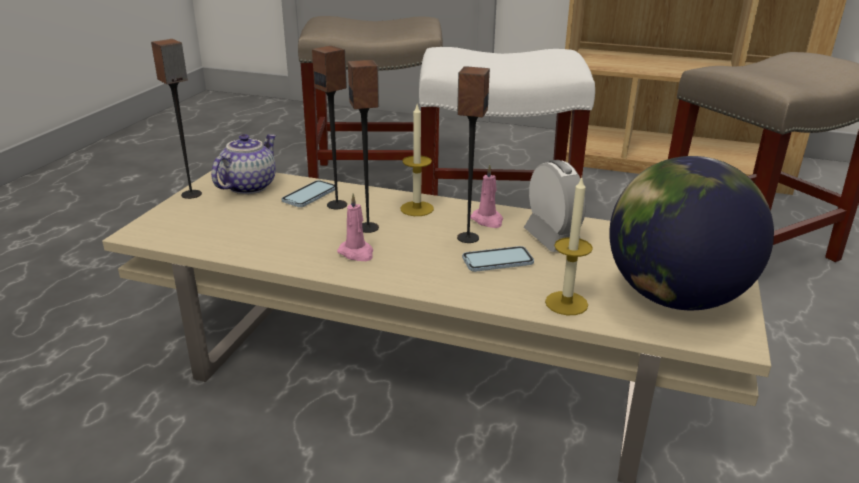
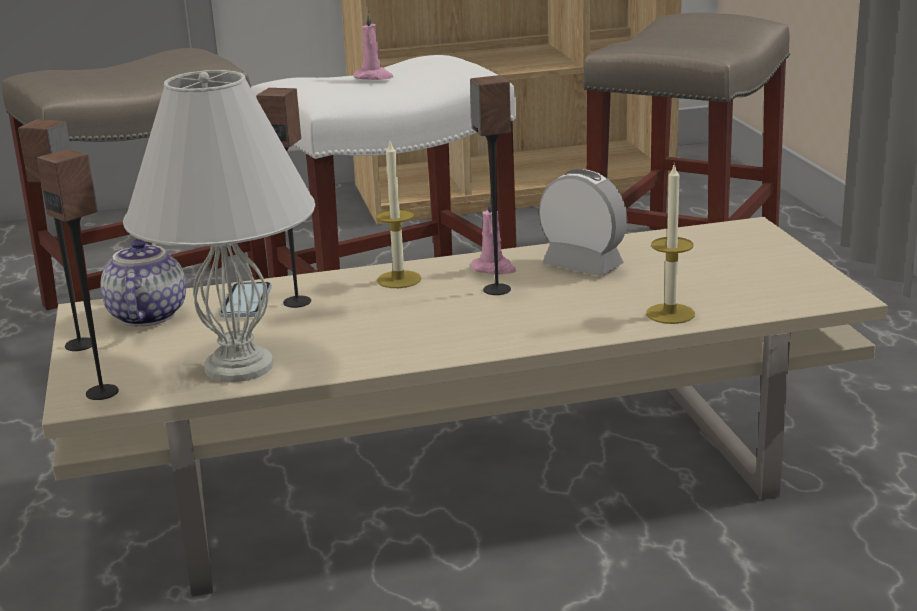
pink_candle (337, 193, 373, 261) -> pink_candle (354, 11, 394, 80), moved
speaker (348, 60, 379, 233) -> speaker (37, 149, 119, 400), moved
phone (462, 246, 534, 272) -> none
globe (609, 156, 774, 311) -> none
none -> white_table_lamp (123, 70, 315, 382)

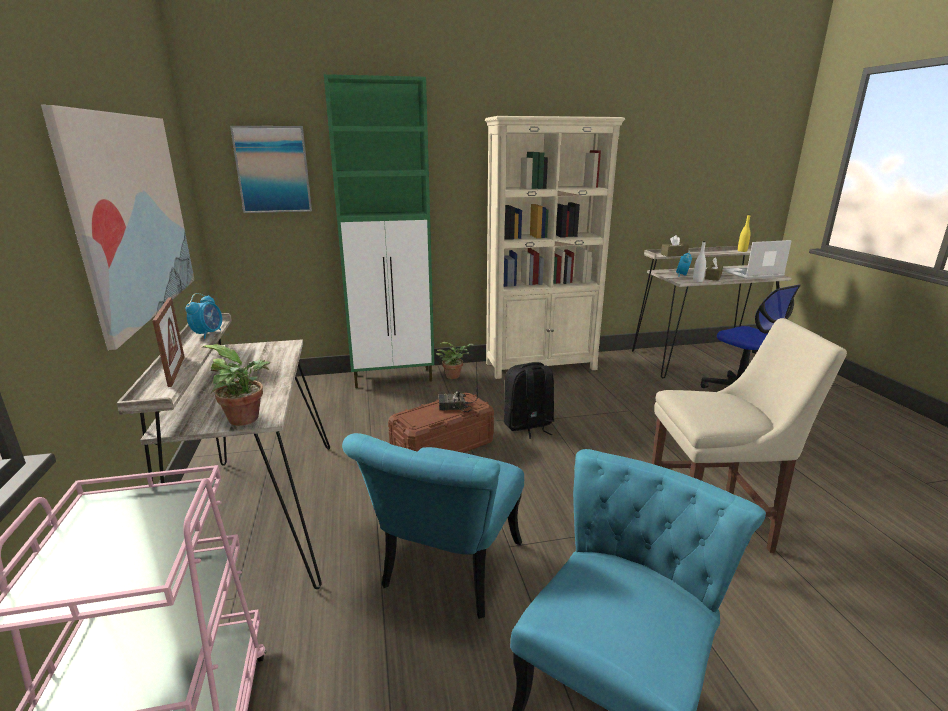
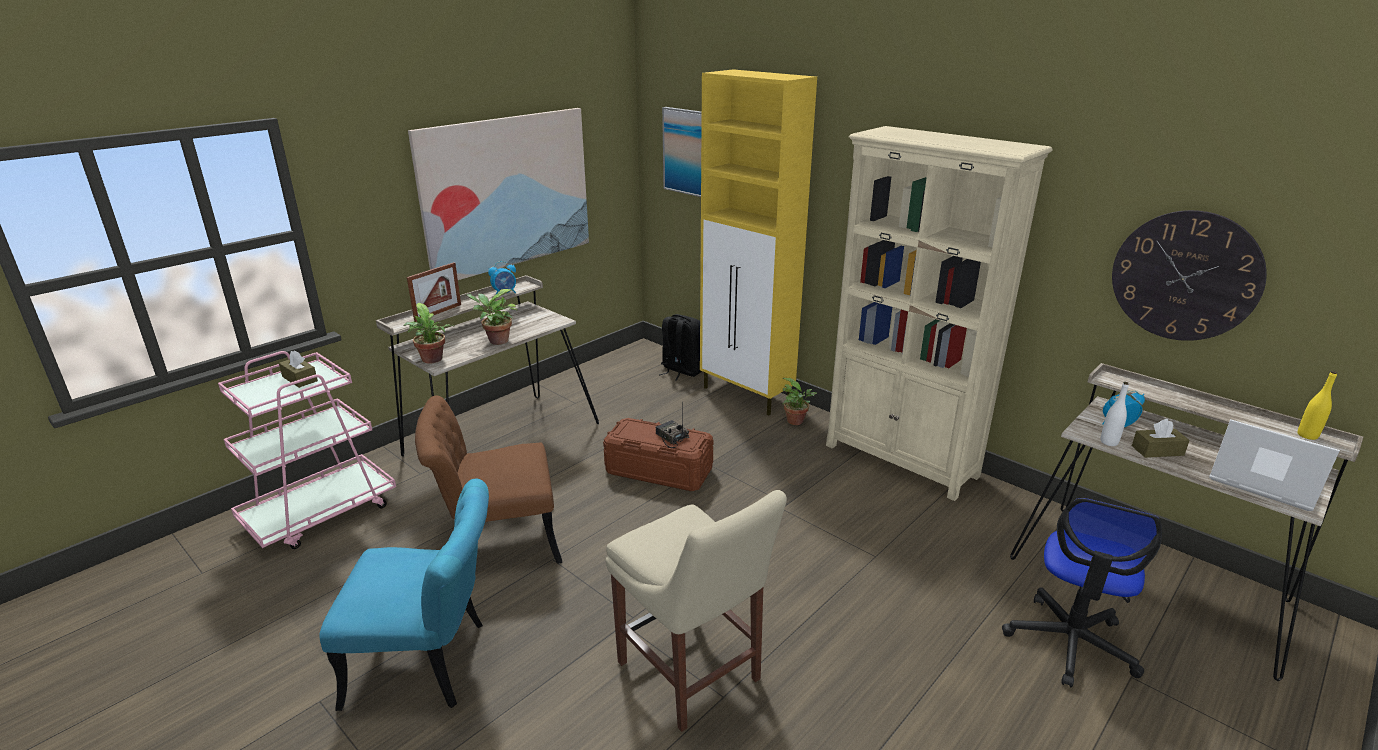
green_cabinet (324, 74, 435, 388) -> yellow_cabinet (700, 69, 817, 415)
turquoise_chair (342, 433, 524, 619) -> brown_chair (415, 396, 562, 564)
black_backpack (504, 362, 554, 439) -> black_backpack (659, 314, 702, 381), moved
brown_tissue_box (661, 235, 689, 257) -> brown_tissue_box (279, 350, 318, 388), moved
none -> potted_plant (467, 289, 518, 345)
none -> wall_clock (1112, 210, 1267, 341)

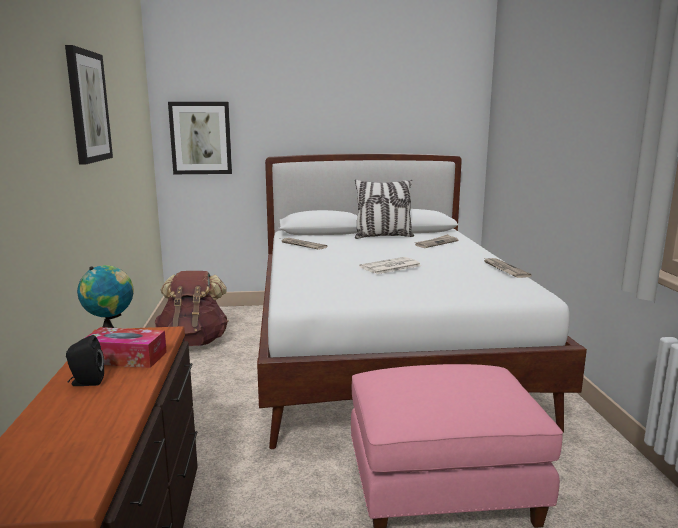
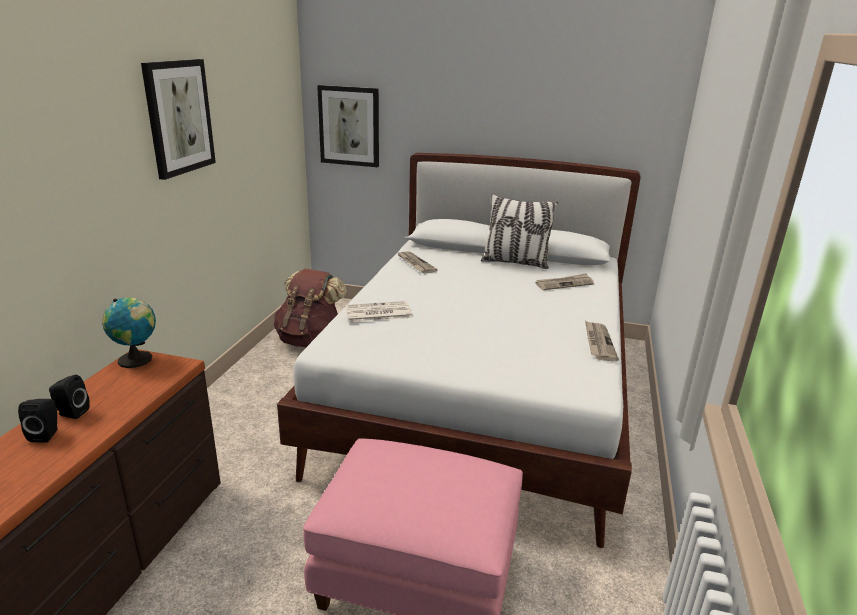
tissue_box (83, 327, 167, 368) -> none
newspaper (359, 257, 421, 274) -> newspaper (345, 301, 413, 322), moved
none -> black_speaker (18, 399, 58, 443)

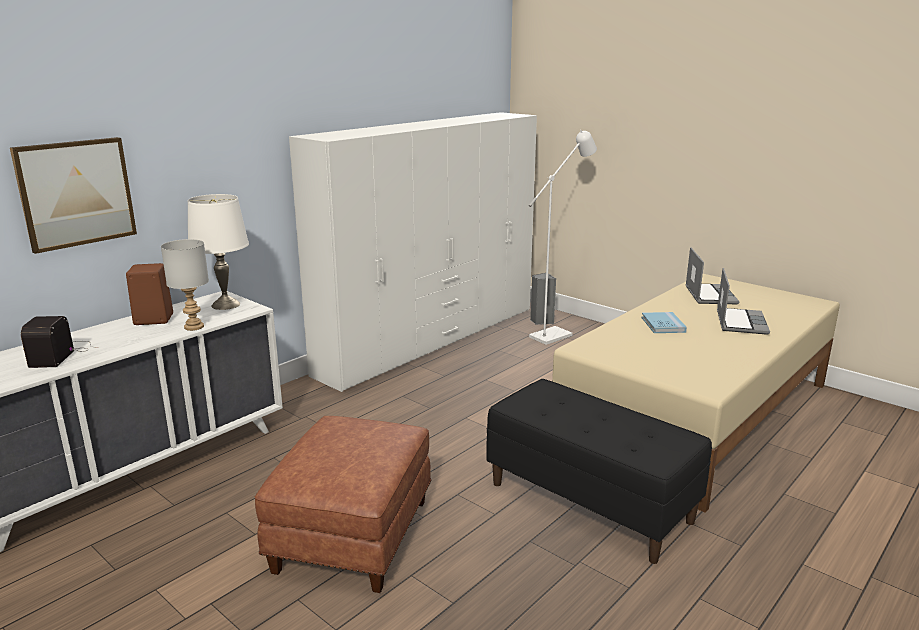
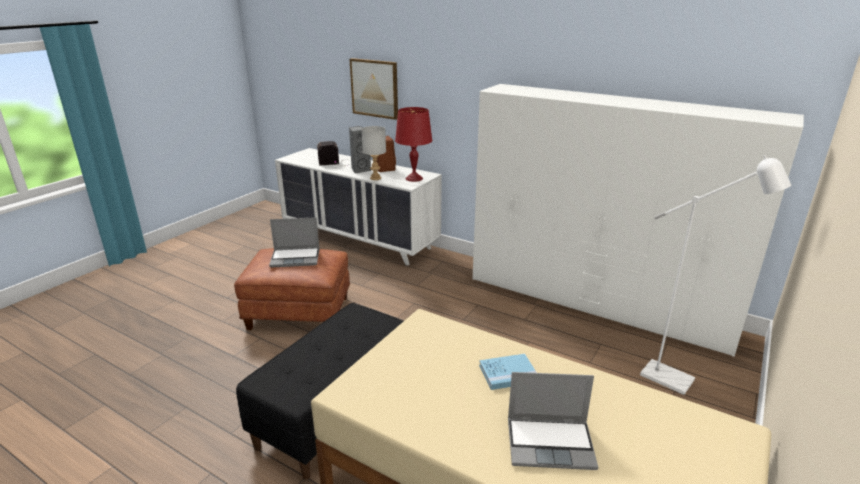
white_table_lamp (188, 194, 249, 310) -> red_table_lamp (395, 107, 432, 182)
grey_speaker (530, 273, 556, 325) -> grey_speaker (349, 126, 371, 173), moved
laptop (685, 247, 740, 304) -> laptop (269, 217, 320, 268), moved

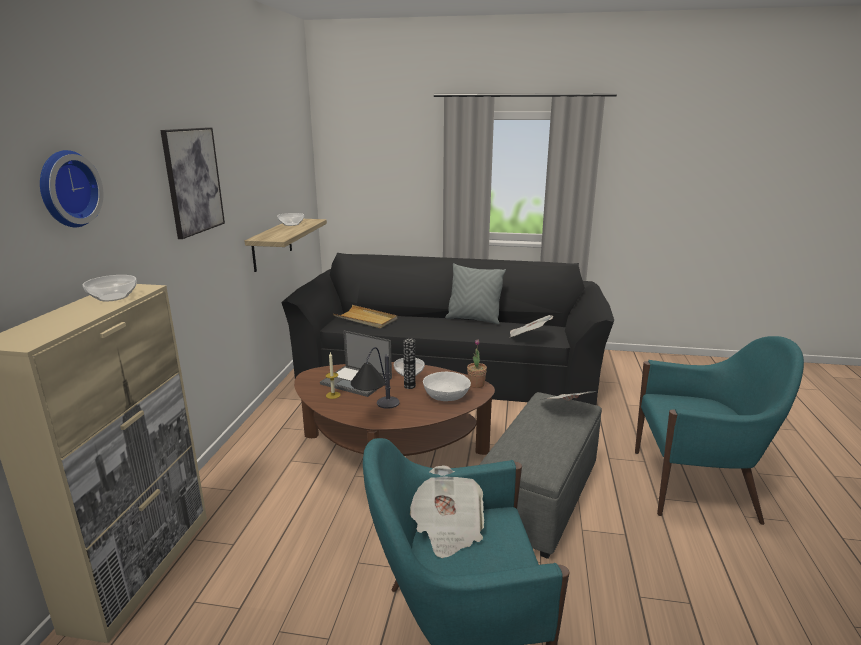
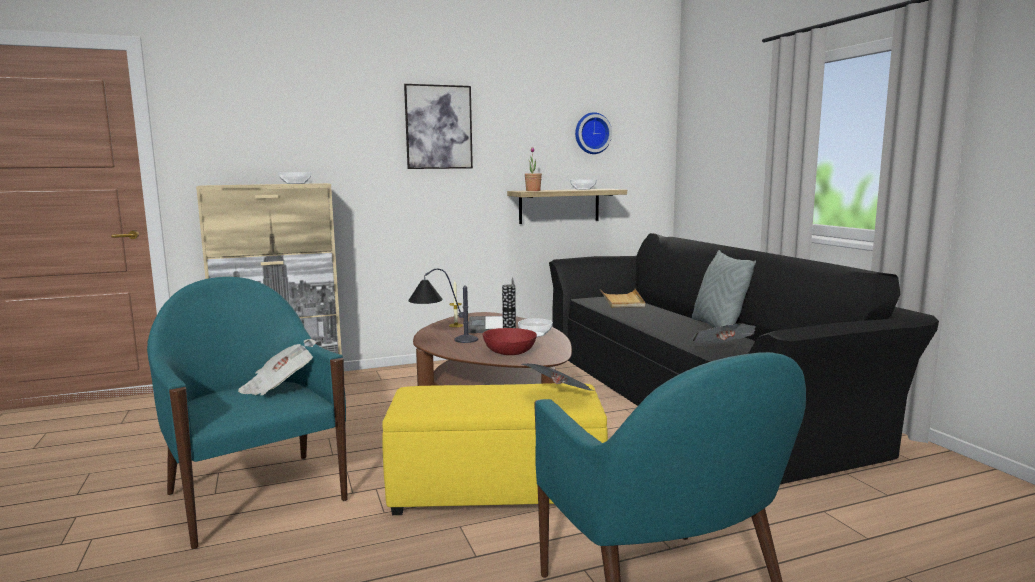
wall_clock (40, 150, 103, 227) -> wall_clock (575, 112, 612, 154), moved
white_bowl (423, 372, 471, 401) -> red_bowl (483, 328, 537, 355)
potted_plant (467, 339, 487, 388) -> potted_plant (525, 147, 542, 191), moved
grey_ottoman (479, 392, 602, 559) -> yellow_ottoman (382, 383, 608, 515)

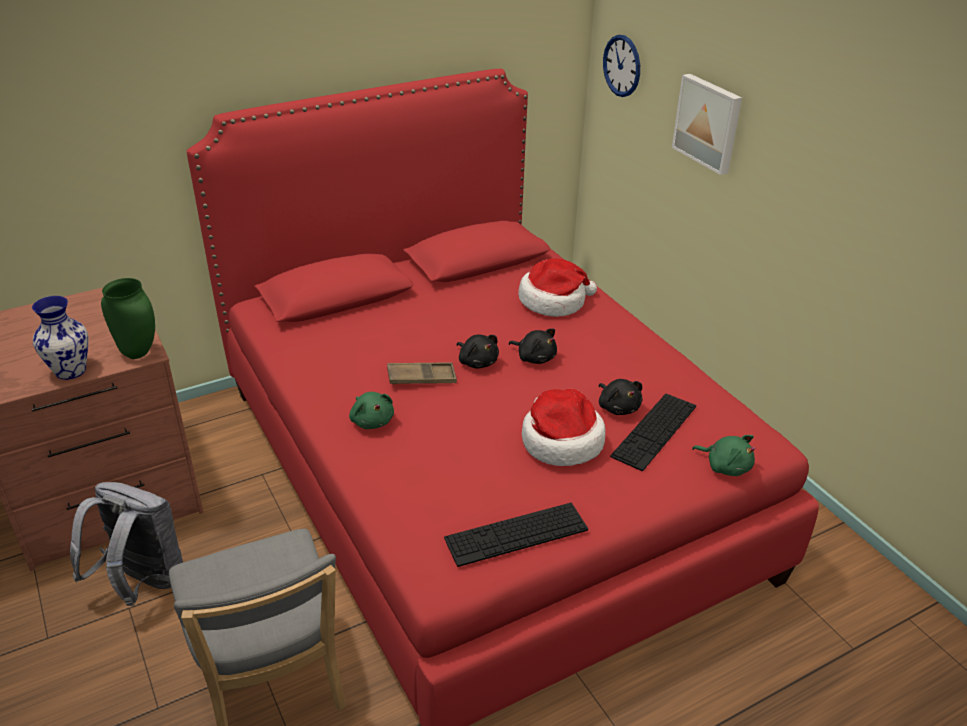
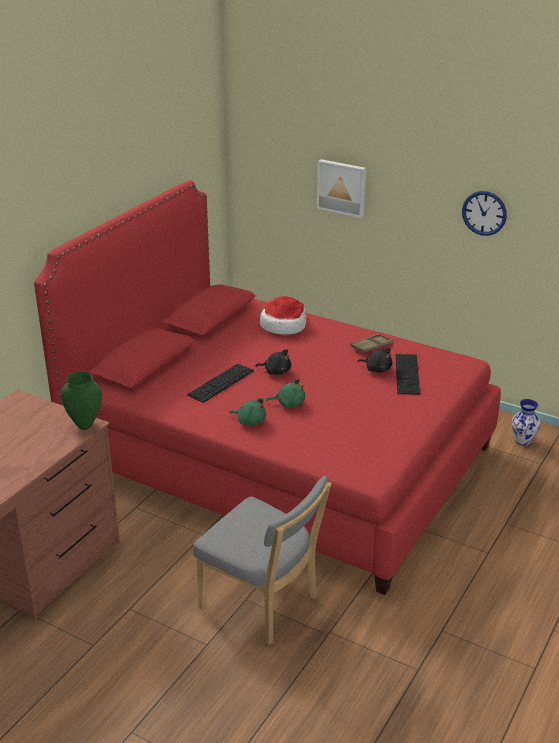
vase (32, 296, 89, 380) -> vase (512, 399, 541, 445), moved
grey_backpack (70, 482, 183, 606) -> none
brown_tray (387, 362, 457, 385) -> brown_tray (350, 334, 393, 353), moved
keyboard (444, 503, 588, 567) -> keyboard (187, 364, 254, 403), moved
black_plush_toy (509, 329, 557, 364) -> none
hat (522, 389, 606, 466) -> none
wall_clock (603, 35, 640, 97) -> wall_clock (462, 191, 507, 236), moved
green_plush_toy (692, 435, 755, 476) -> green_plush_toy (266, 379, 305, 408), moved

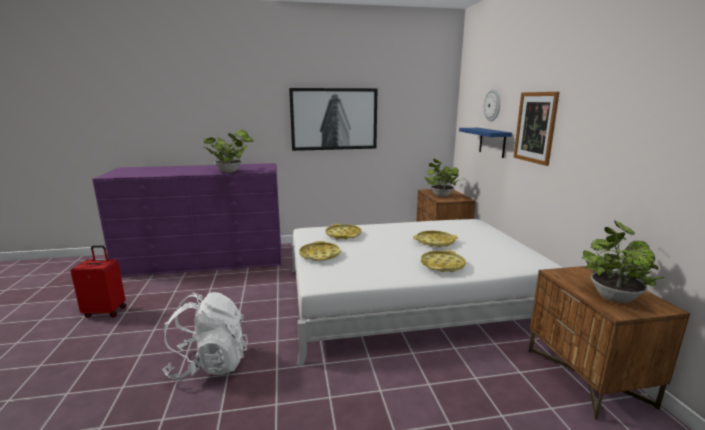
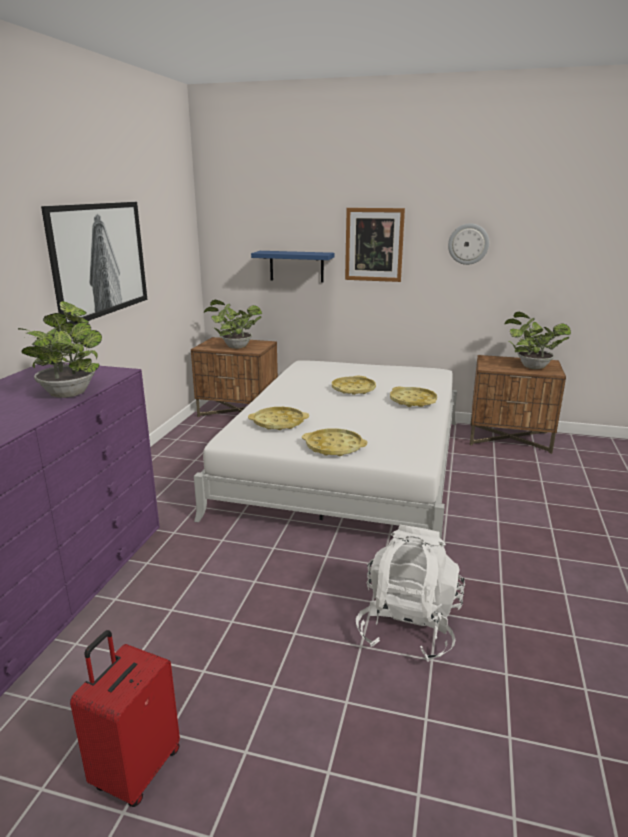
wall_clock (484, 89, 500, 121) -> wall_clock (448, 223, 489, 265), moved

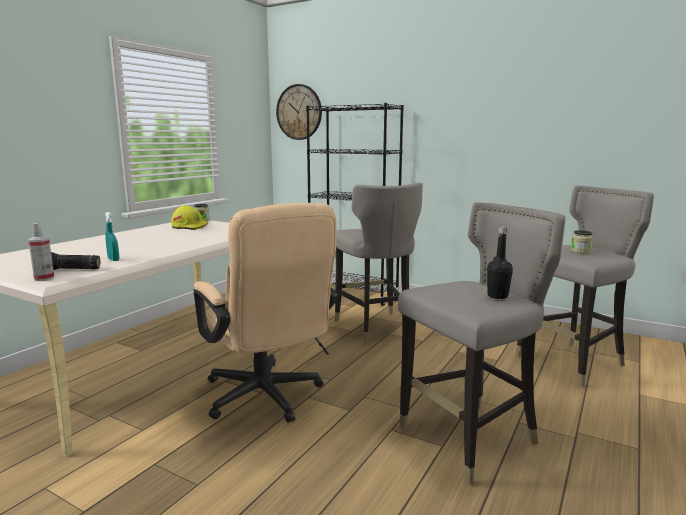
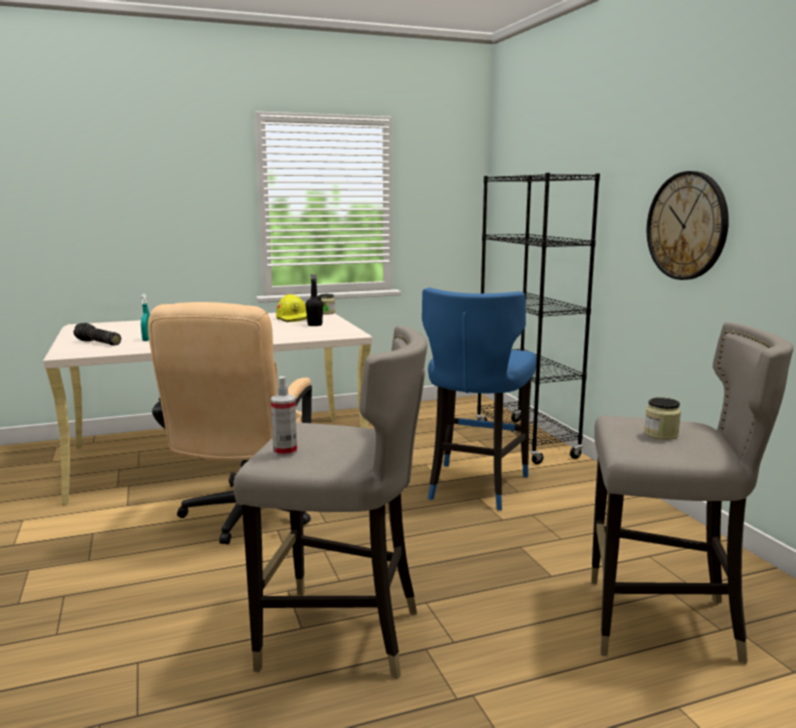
spray_bottle (28, 223, 55, 281) -> spray_bottle (271, 376, 297, 457), moved
wall_clock (276, 84, 322, 140) -> wall_clock (647, 171, 729, 280), moved
grey_stool (335, 182, 423, 344) -> blue_stool (422, 288, 537, 510)
black_bottle (487, 226, 513, 299) -> black_bottle (306, 274, 323, 326), moved

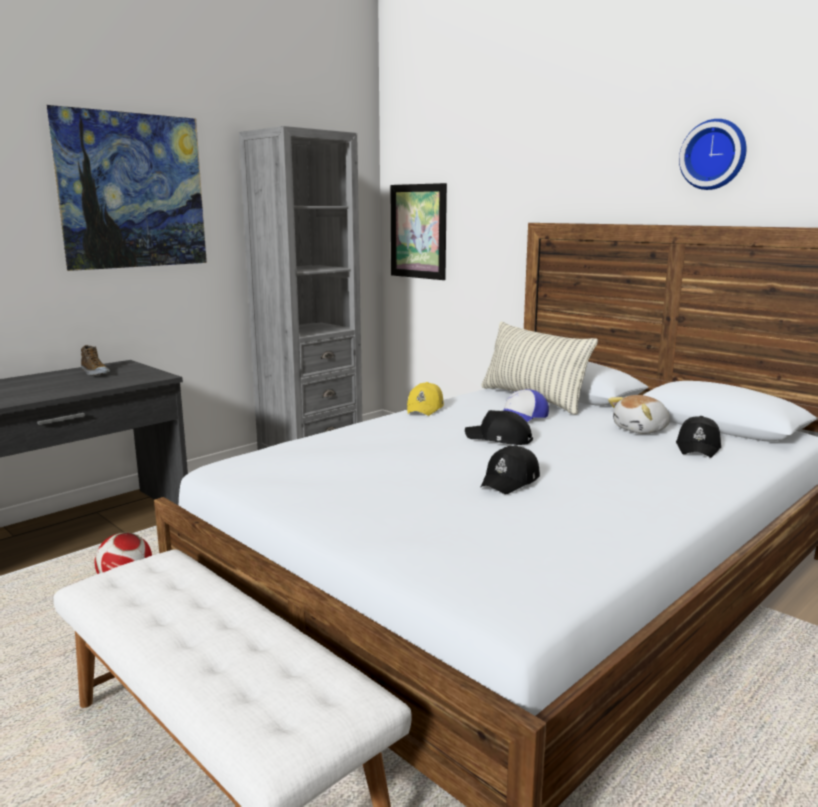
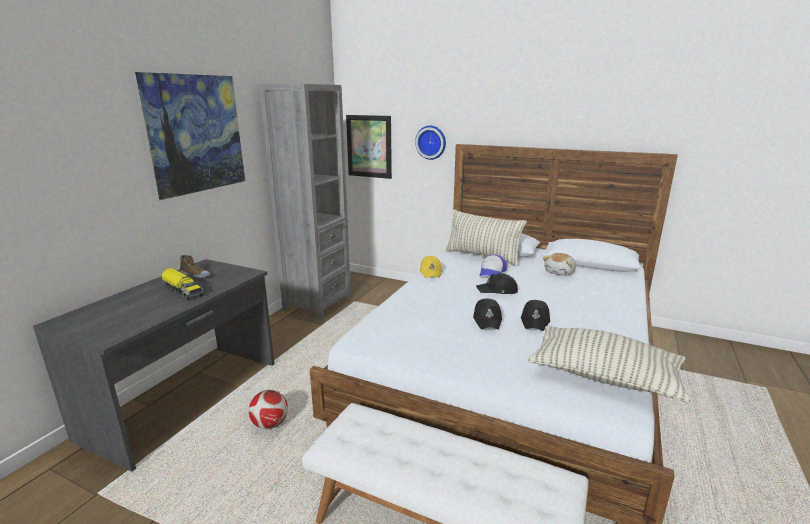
black_cap (676, 416, 721, 458) -> black_cap (473, 299, 502, 329), moved
wall_clock (679, 119, 747, 190) -> wall_clock (415, 126, 446, 160), moved
none -> toy_truck (162, 268, 204, 300)
none -> pillow (528, 326, 690, 403)

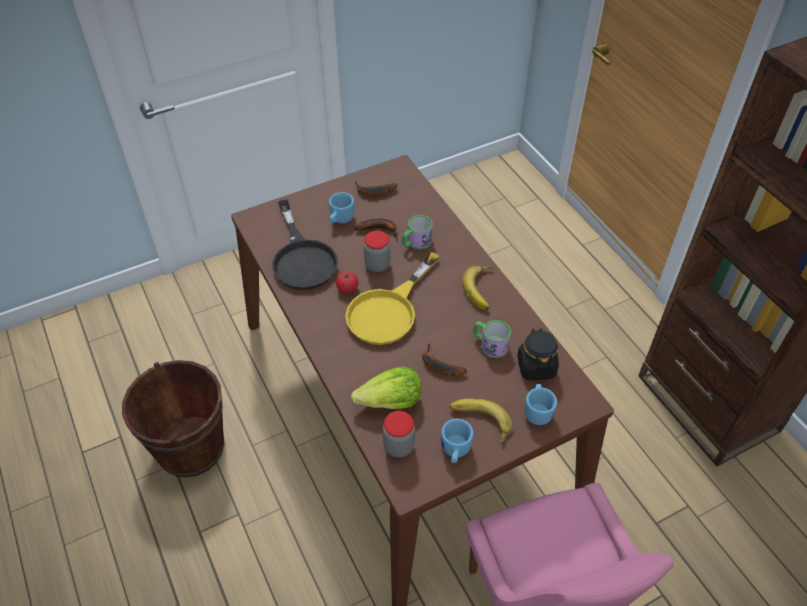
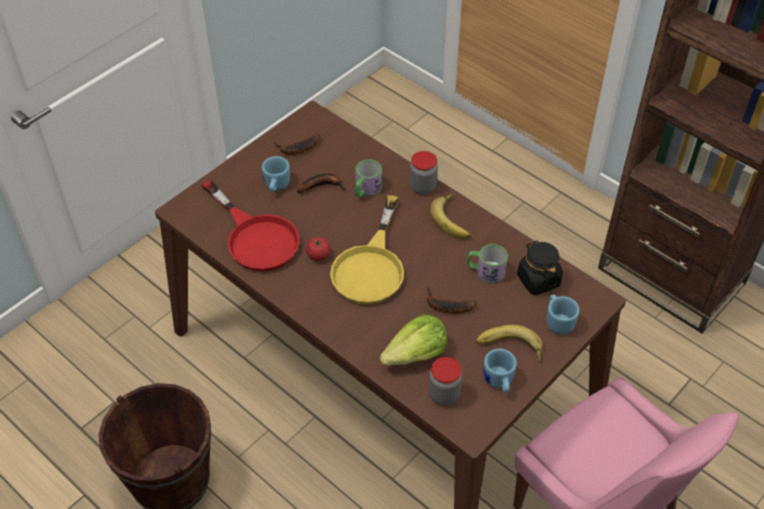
black_frying_pan (272, 200, 338, 290) -> red_frying_pan (202, 180, 300, 271)
jar (364, 231, 391, 272) -> jar (410, 151, 438, 195), moved

